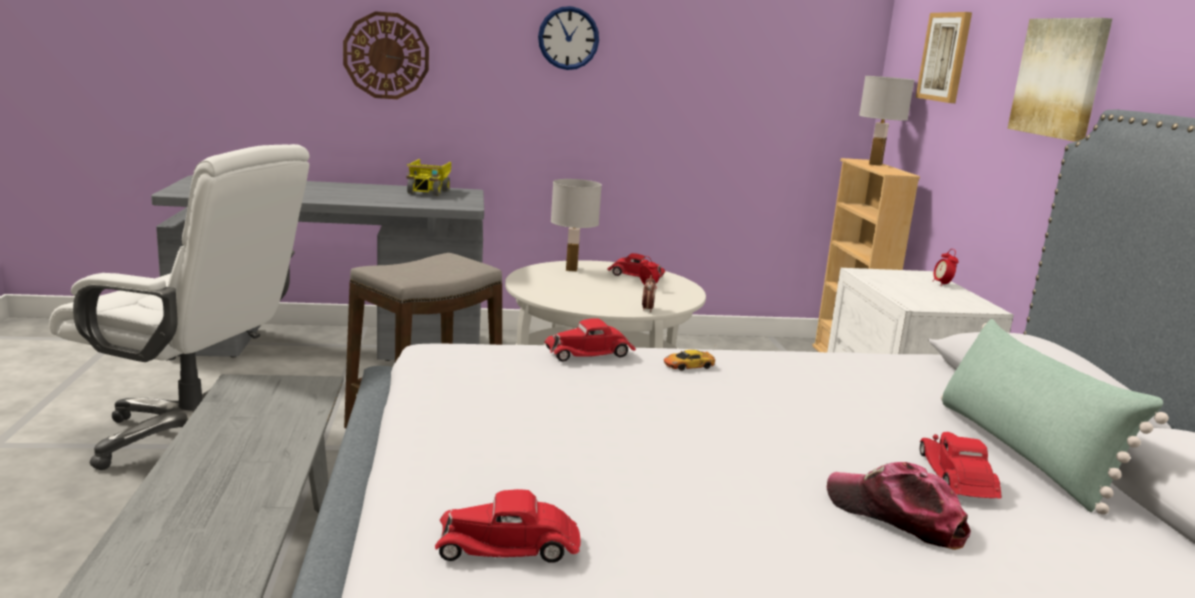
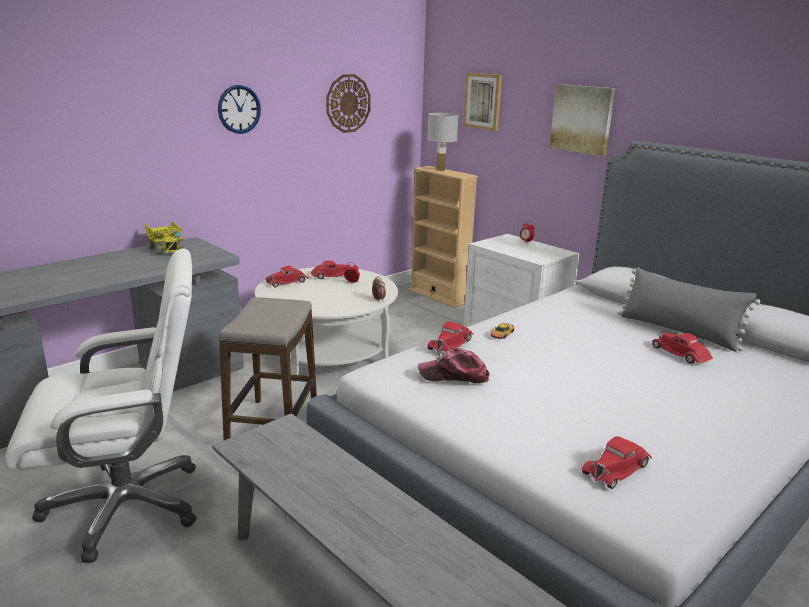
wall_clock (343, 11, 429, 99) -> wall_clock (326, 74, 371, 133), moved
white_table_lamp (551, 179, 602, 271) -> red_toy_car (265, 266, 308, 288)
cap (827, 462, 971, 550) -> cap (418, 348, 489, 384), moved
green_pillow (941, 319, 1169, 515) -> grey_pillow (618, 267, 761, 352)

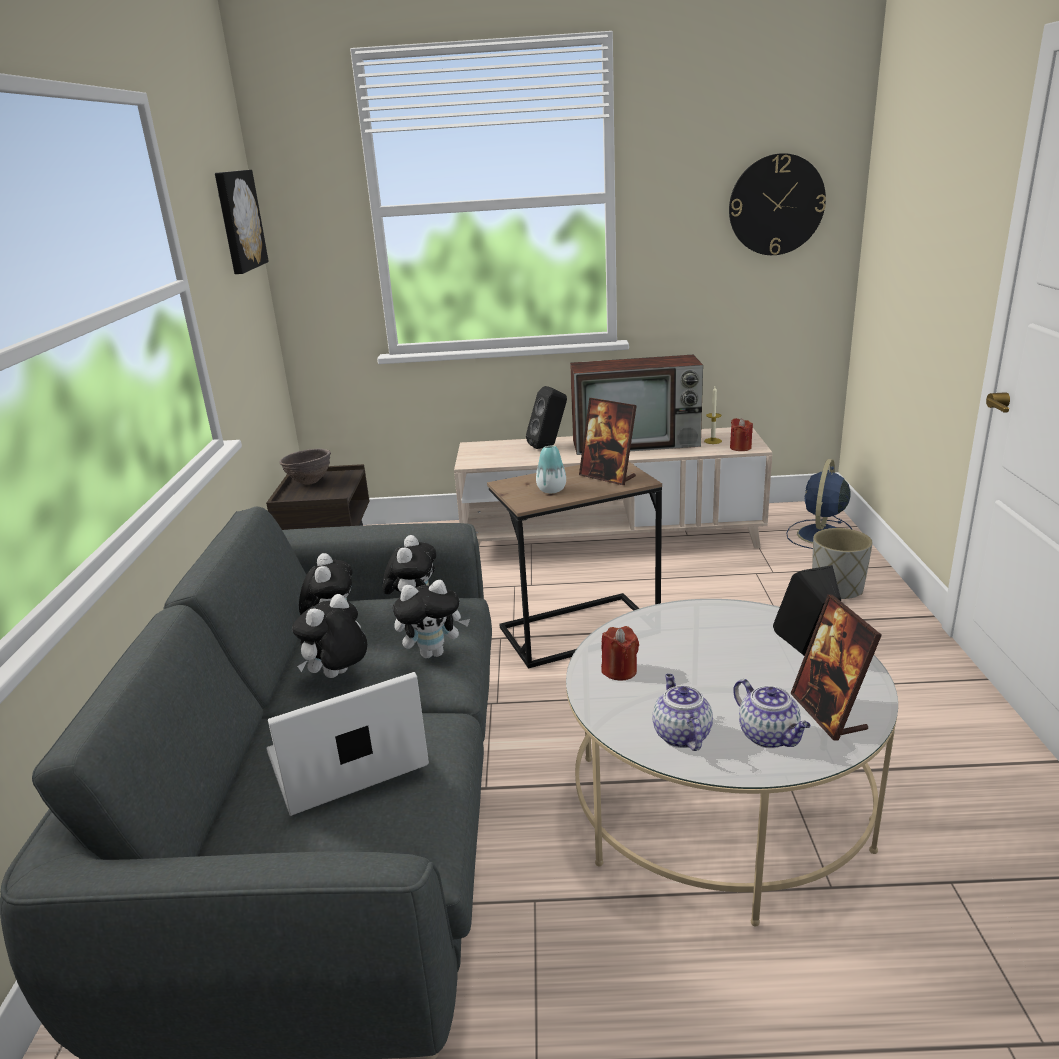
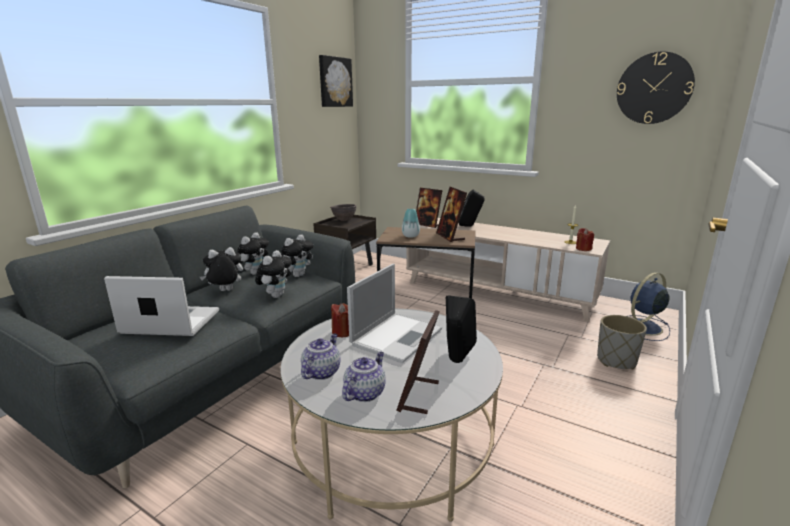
plush_toy (393, 580, 470, 658) -> plush_toy (255, 250, 292, 298), 90 degrees counterclockwise
television (570, 355, 703, 455) -> none
teapot (733, 679, 811, 748) -> teapot (342, 352, 386, 402), 150 degrees counterclockwise
none -> laptop (347, 264, 442, 363)
none -> picture_frame (416, 188, 442, 228)

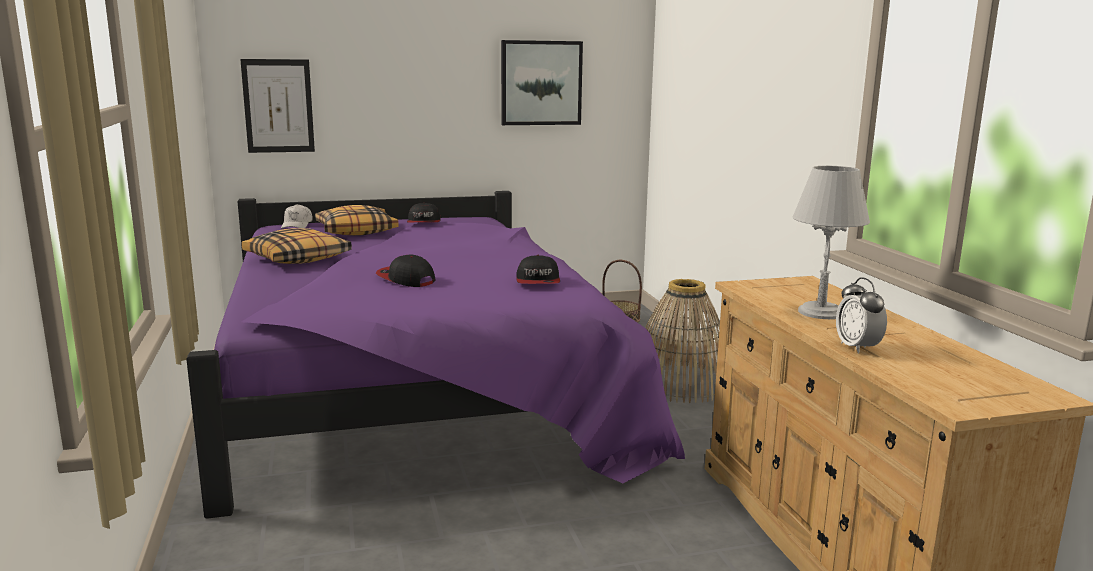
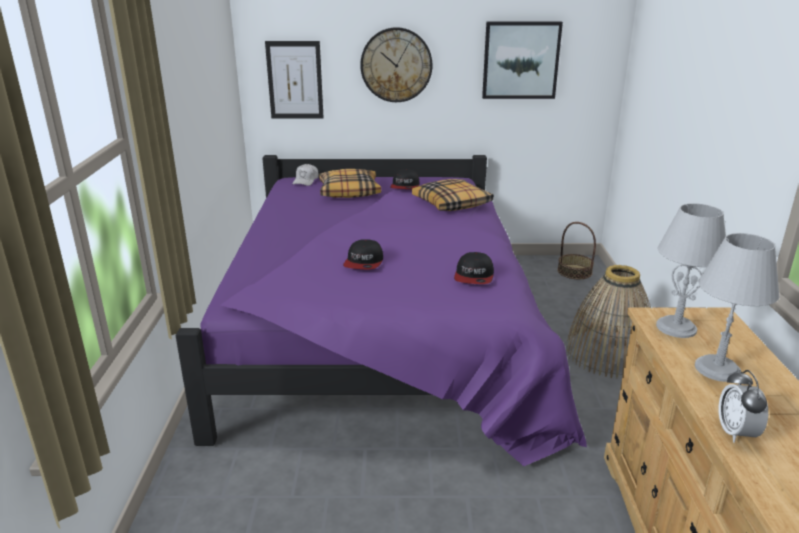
pillow (242, 228, 352, 264) -> pillow (412, 179, 494, 211), moved
cap (376, 254, 435, 287) -> cap (343, 239, 383, 269), 135 degrees counterclockwise
none -> wall_clock (360, 27, 432, 102)
none -> grey_table_lamp (656, 203, 726, 338)

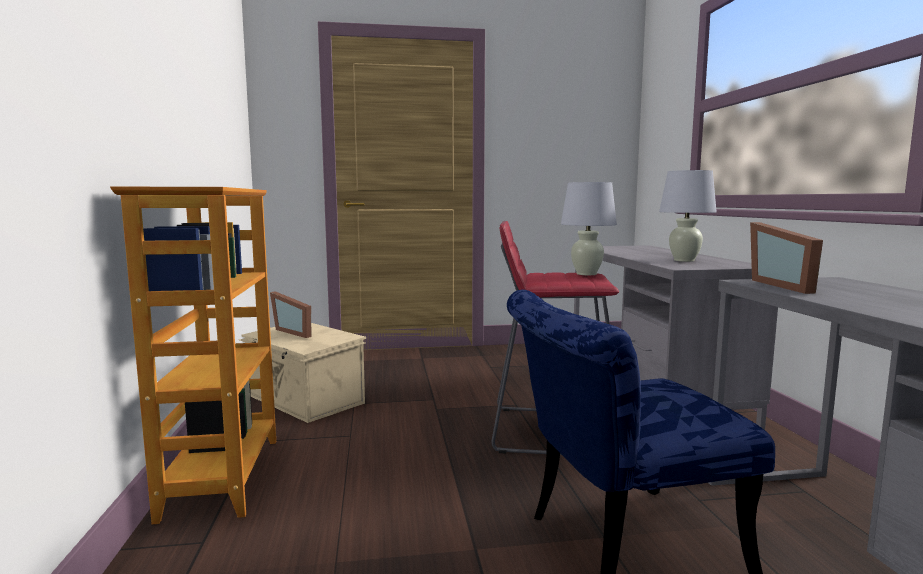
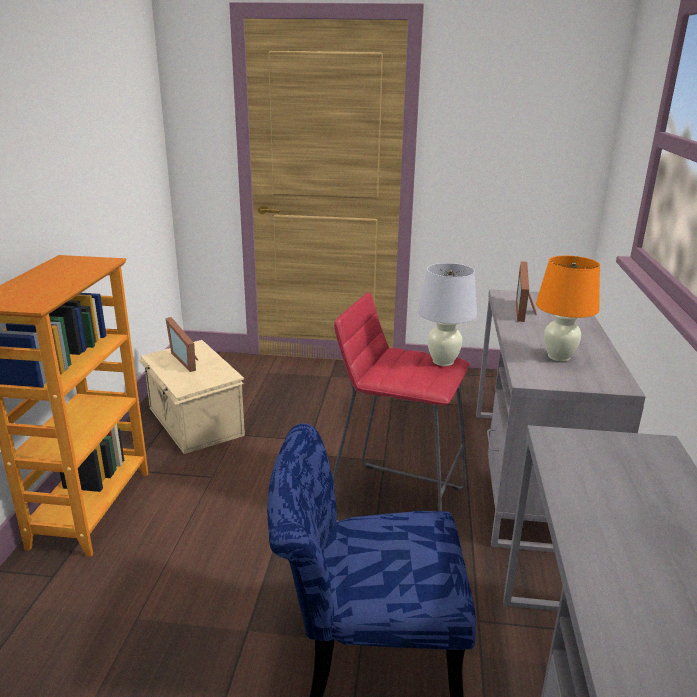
white_table_lamp (659, 170, 717, 262) -> orange_table_lamp (536, 256, 600, 361)
picture_frame (750, 222, 823, 294) -> picture_frame (516, 261, 537, 322), moved

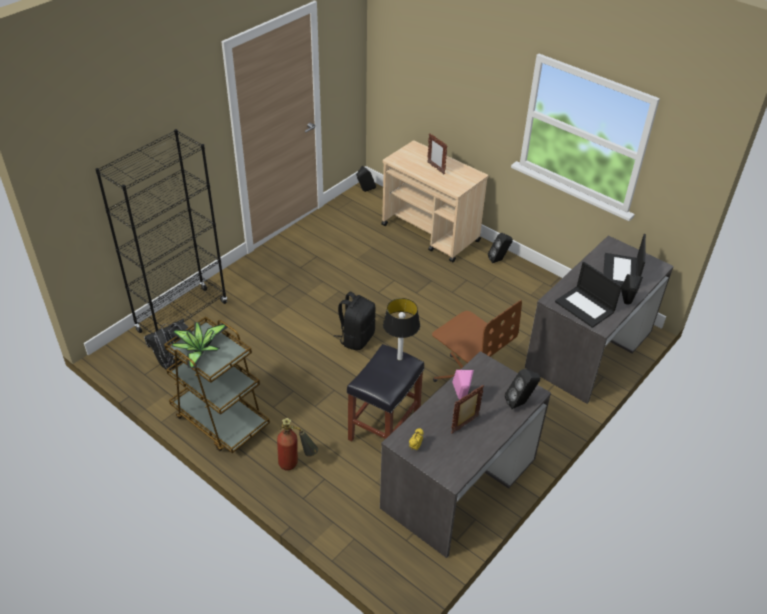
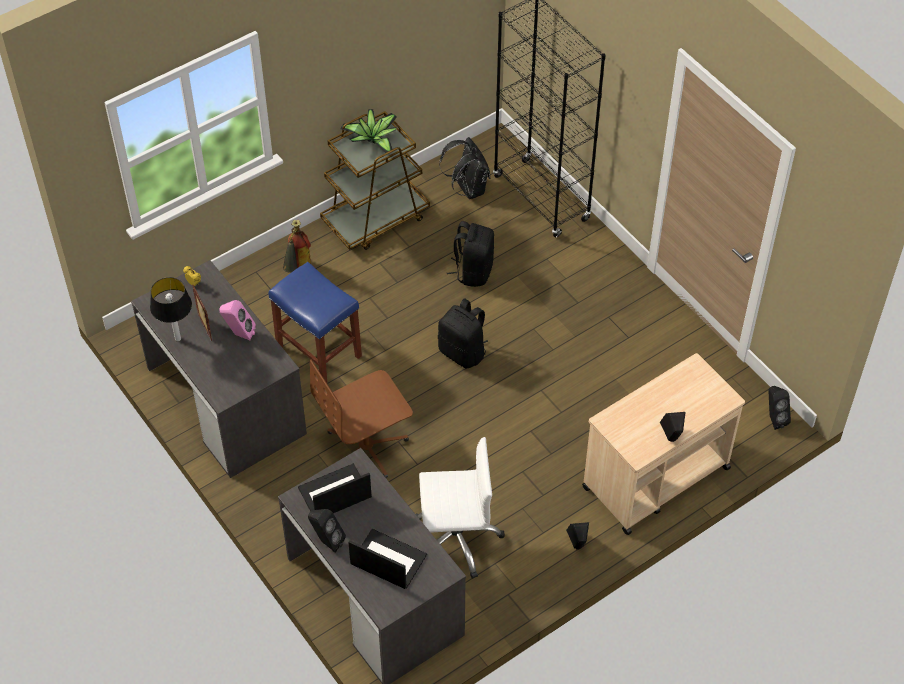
black_stool (347, 344, 424, 441) -> blue_stool (269, 262, 362, 383)
table_lamp (383, 298, 420, 360) -> table_lamp (150, 277, 192, 342), moved
picture_frame (427, 134, 448, 174) -> none
black_speaker (505, 369, 540, 409) -> black_speaker (660, 412, 686, 442), moved
none -> white_office_chair (416, 437, 505, 579)
none -> black_backpack (447, 221, 494, 287)

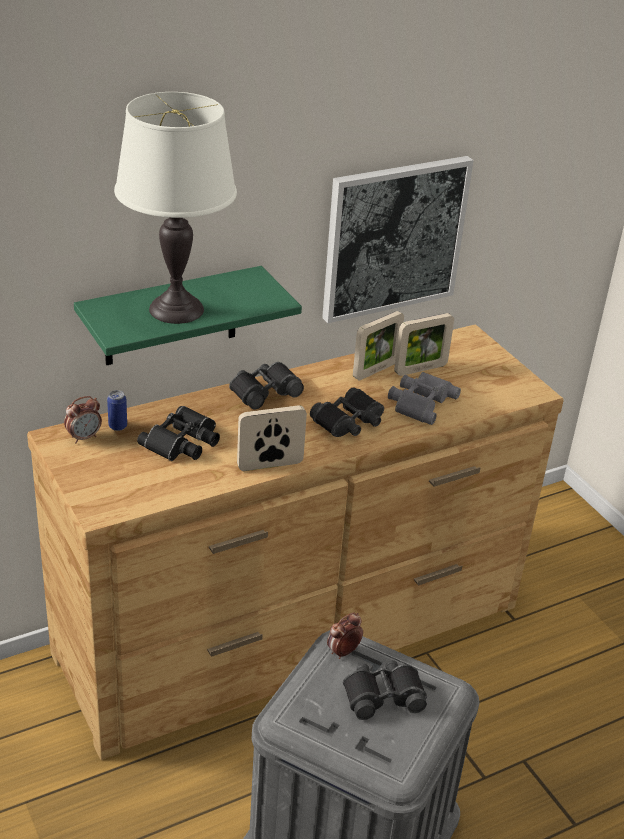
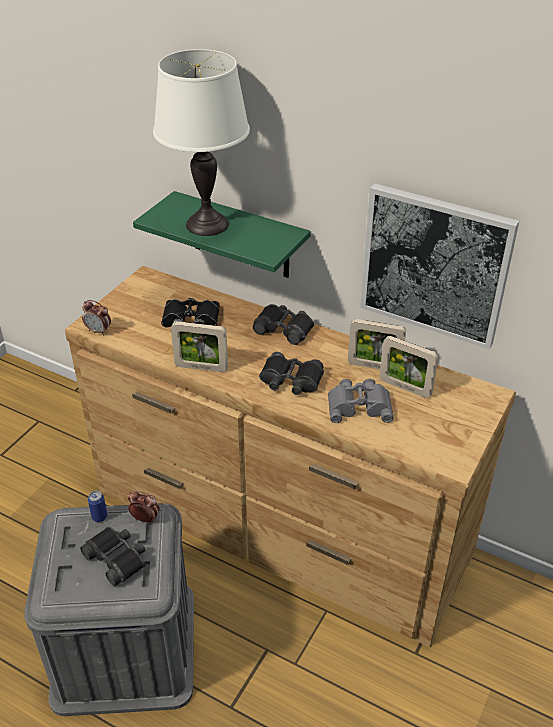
alarm_clock (64, 396, 102, 443) -> alarm_clock (82, 300, 111, 335), moved
can (107, 390, 127, 431) -> can (88, 491, 107, 522), moved
picture_frame (237, 405, 307, 471) -> picture_frame (171, 321, 228, 372), 150 degrees clockwise

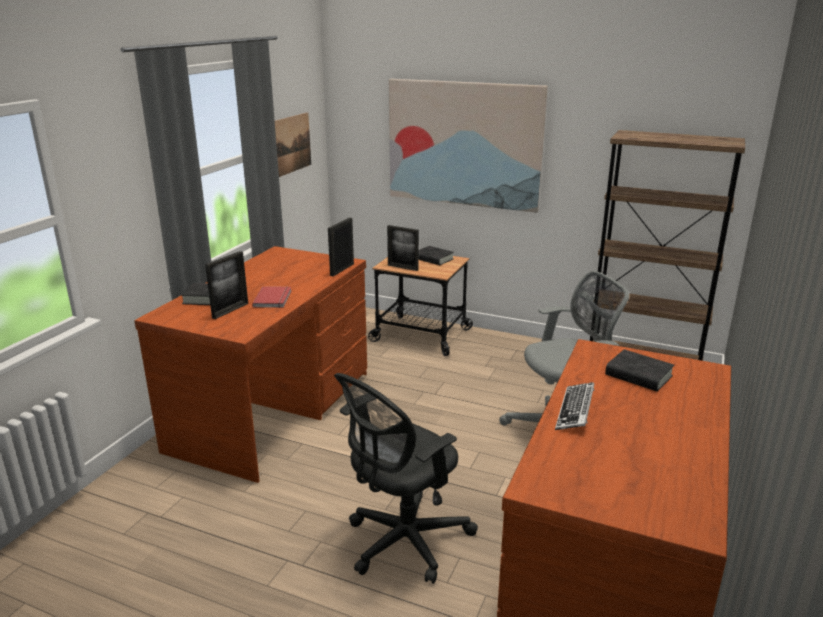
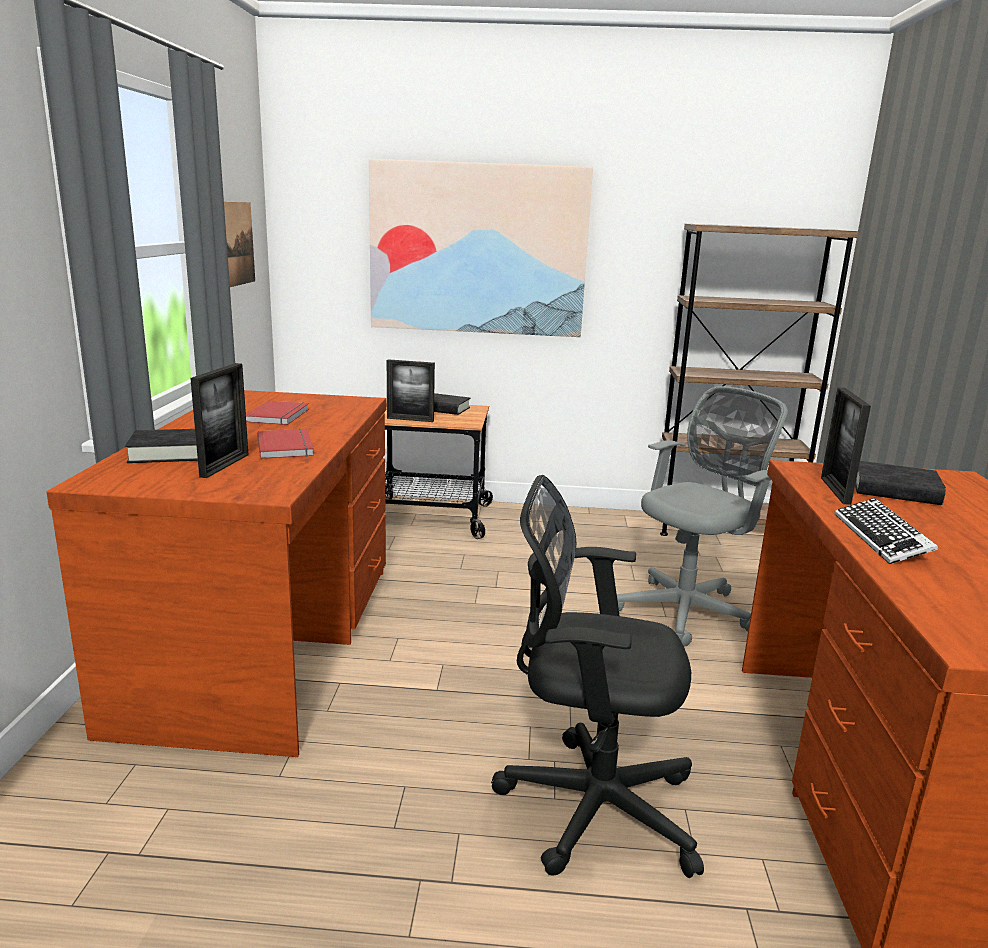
picture_frame (328, 218, 354, 277) -> picture_frame (821, 387, 871, 505), moved
black_office_chair (334, 373, 478, 584) -> black_office_chair (491, 475, 704, 878), 75 degrees clockwise
none -> red_book (246, 401, 309, 425)

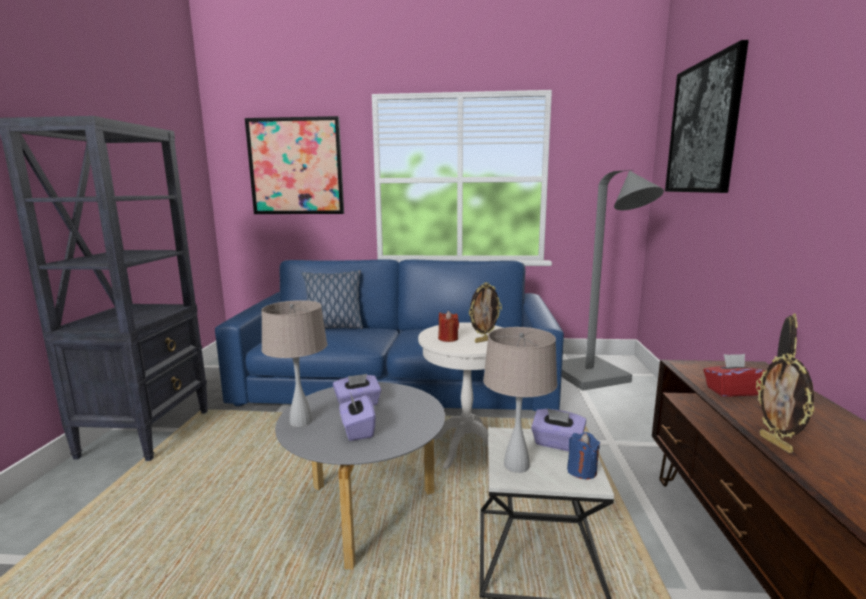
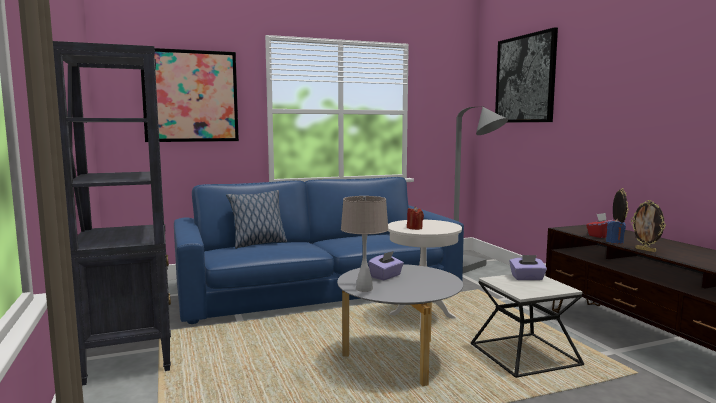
purple_tissue_box (339, 392, 376, 441) -> none
picture_frame (469, 282, 502, 343) -> none
beige_table_lamp (483, 327, 558, 473) -> none
blue_candle (567, 432, 600, 479) -> blue_candle (606, 219, 626, 244), moved

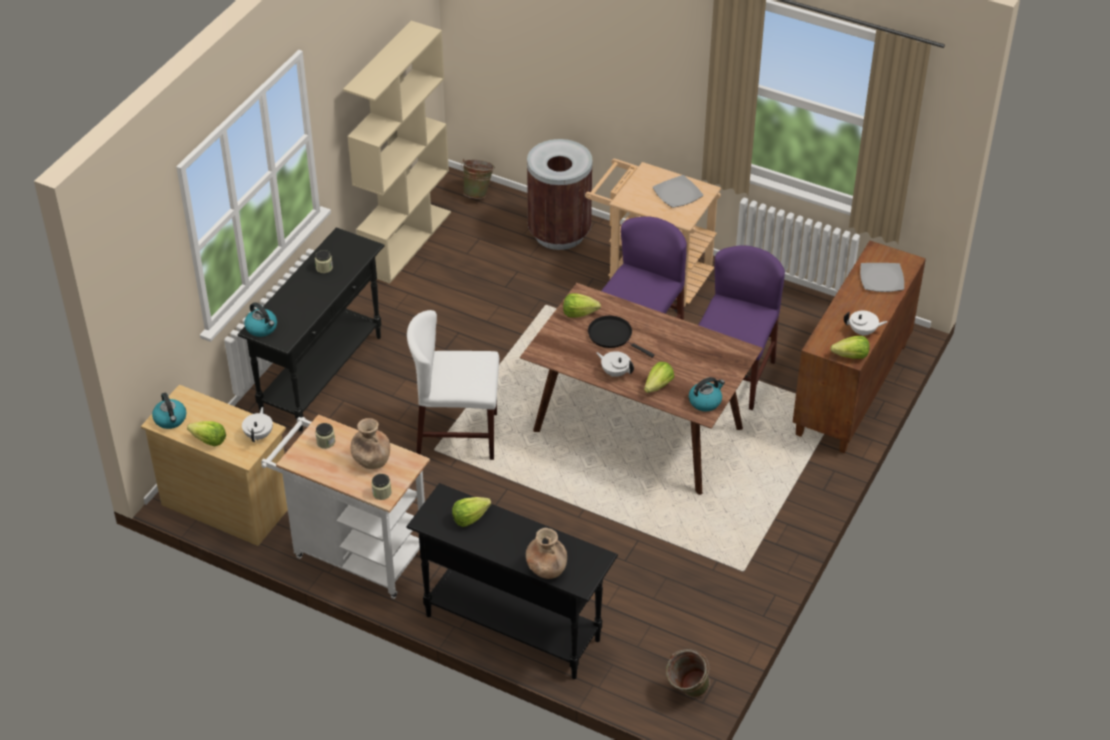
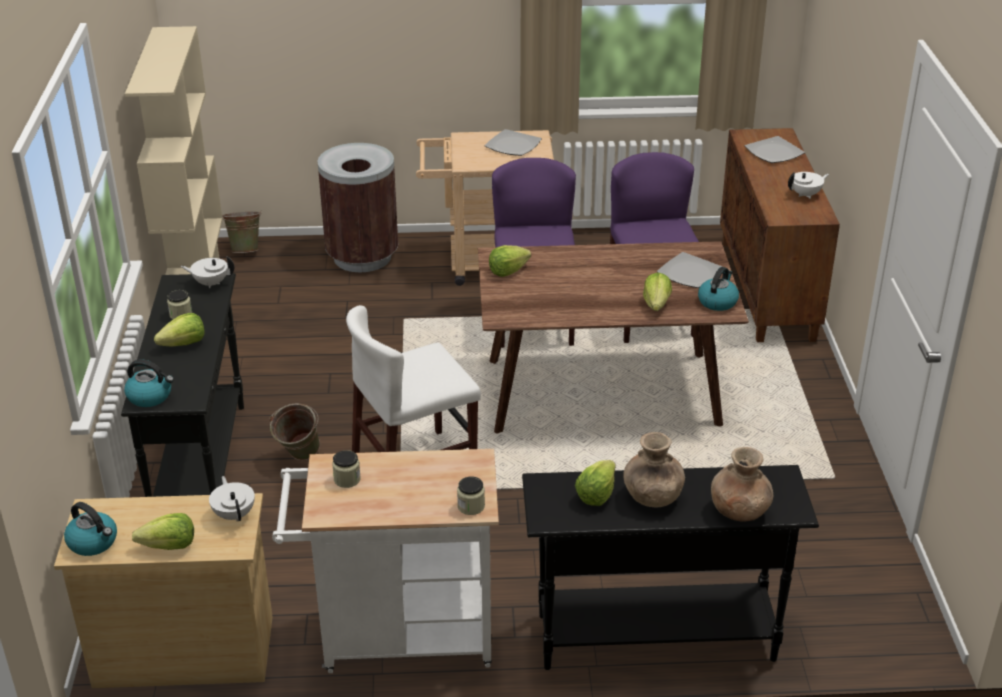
brown_vase (351, 418, 390, 469) -> brown_vase (623, 432, 685, 507), moved
black_frying_pan (588, 315, 655, 358) -> none
white_teapot (597, 351, 634, 377) -> white_teapot (181, 257, 234, 288), moved
green_bucket (666, 649, 710, 698) -> green_bucket (269, 403, 320, 461), moved
lettuce (830, 336, 869, 359) -> lettuce (154, 313, 205, 347), moved
none -> plate (657, 252, 722, 288)

